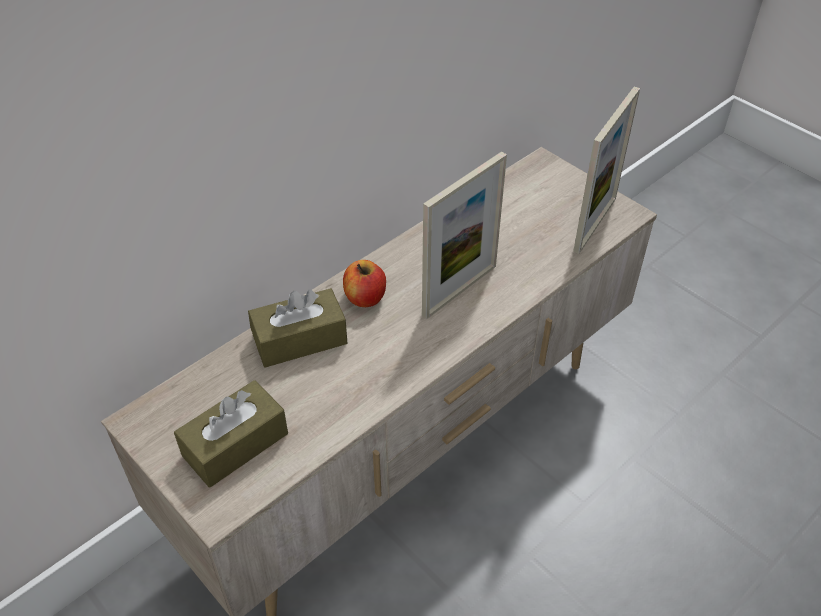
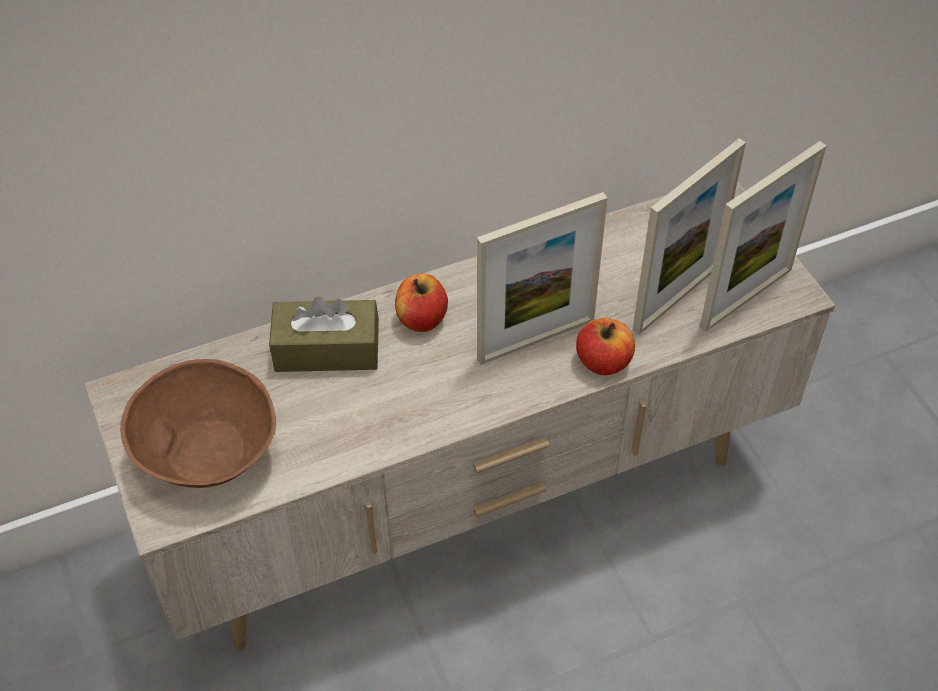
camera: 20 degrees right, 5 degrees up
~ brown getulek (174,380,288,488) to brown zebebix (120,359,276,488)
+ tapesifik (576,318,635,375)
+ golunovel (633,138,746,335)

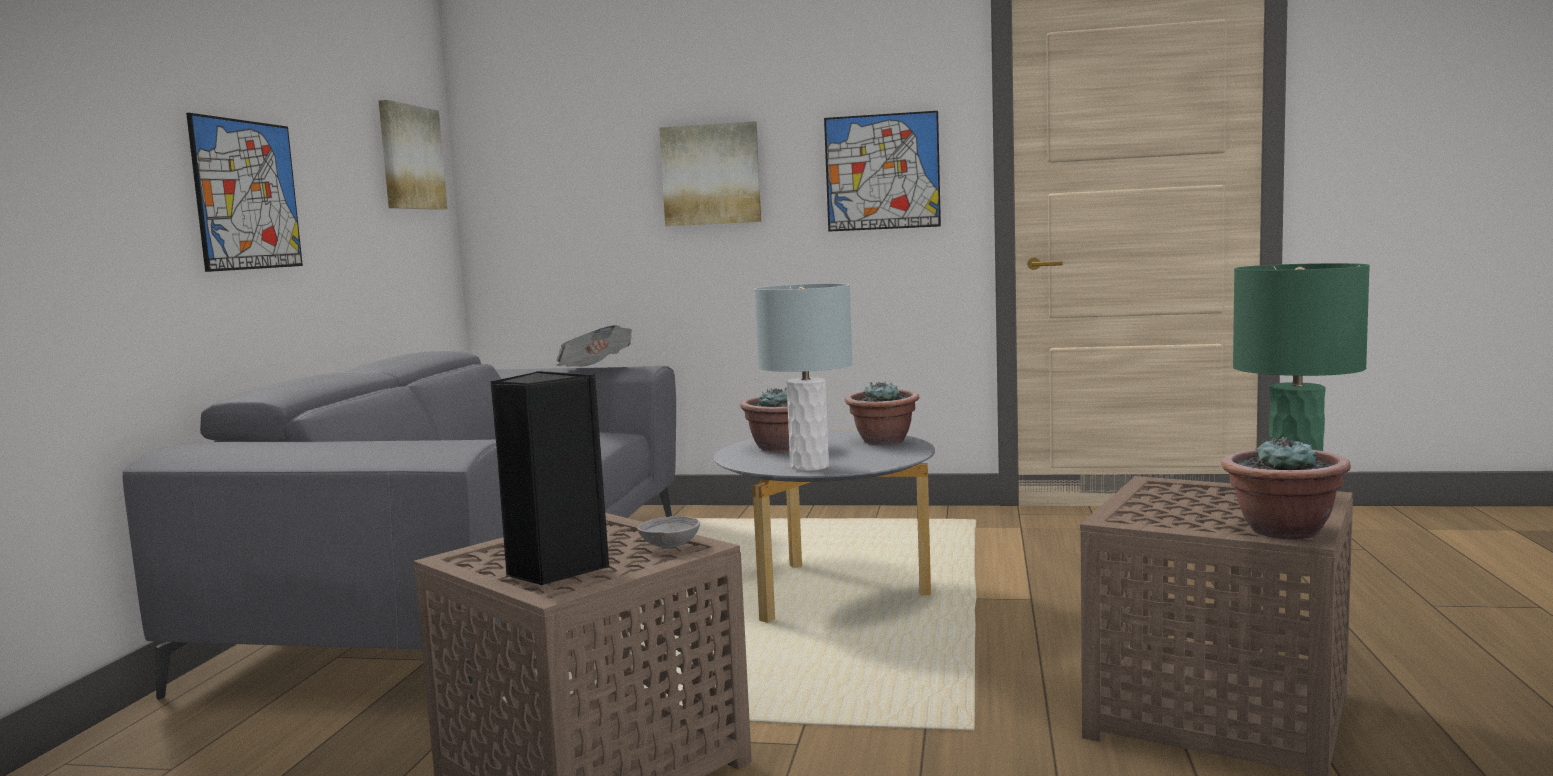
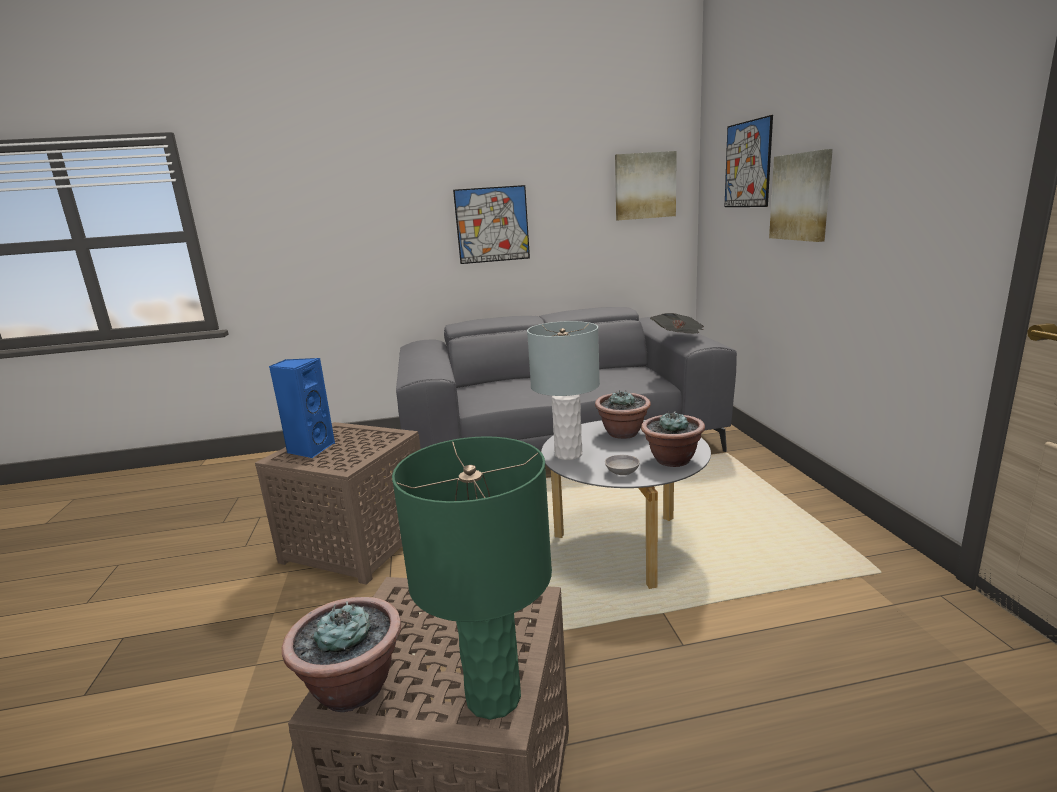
camera: 70 degrees right, 10 degrees up
~ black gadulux (491,371,609,585) to blue gadulux (269,358,335,458)
~ grey zebebix (637,516,700,548) to (605,455,640,475)
~ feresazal (824,111,941,232) to (725,115,773,207)

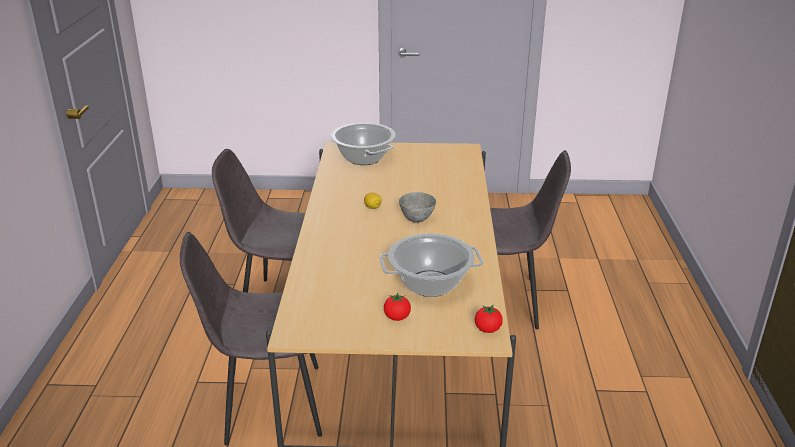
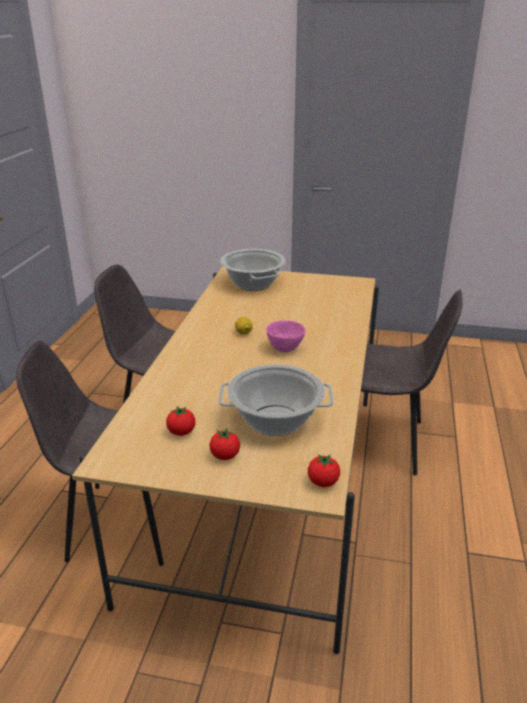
camera: 10 degrees right, 0 degrees up
~ grey zebebix (399,192,436,223) to pink zebebix (266,320,306,352)
+ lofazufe (166,406,196,436)

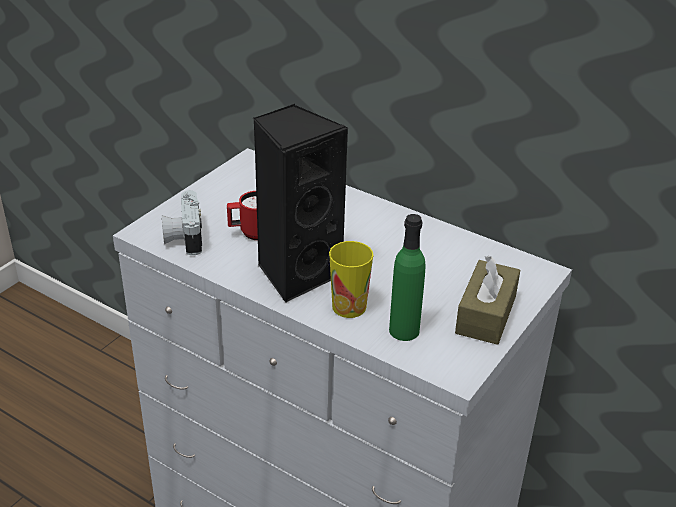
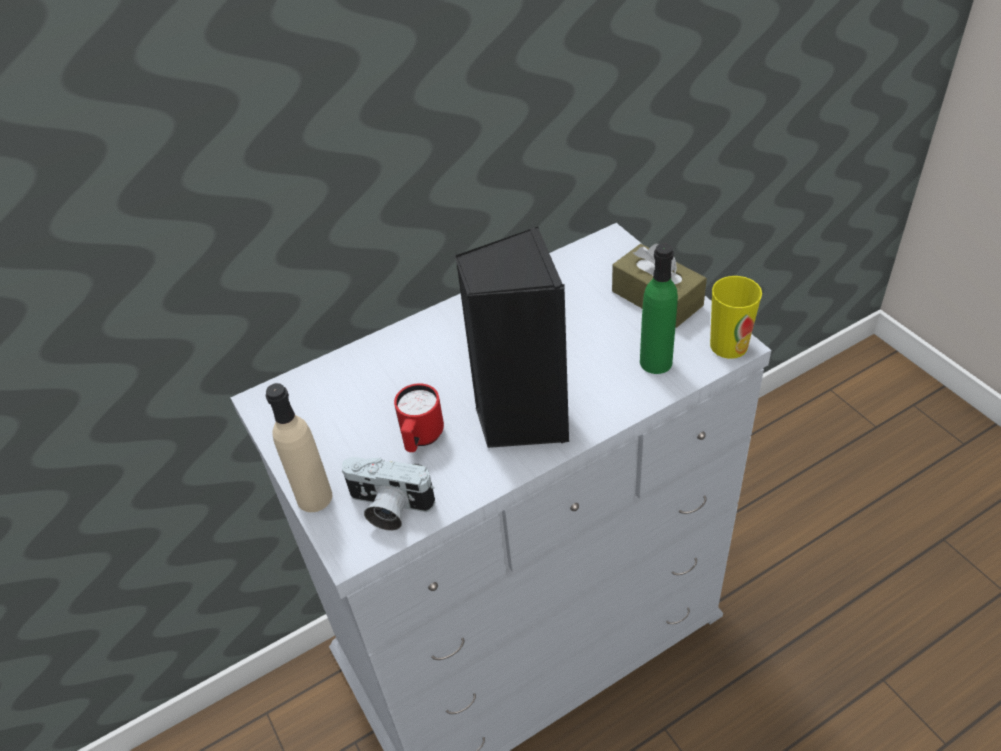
camera: 60 degrees left, 10 degrees up
~ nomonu (329,241,374,318) to (710,276,762,359)
+ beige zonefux (266,383,332,512)

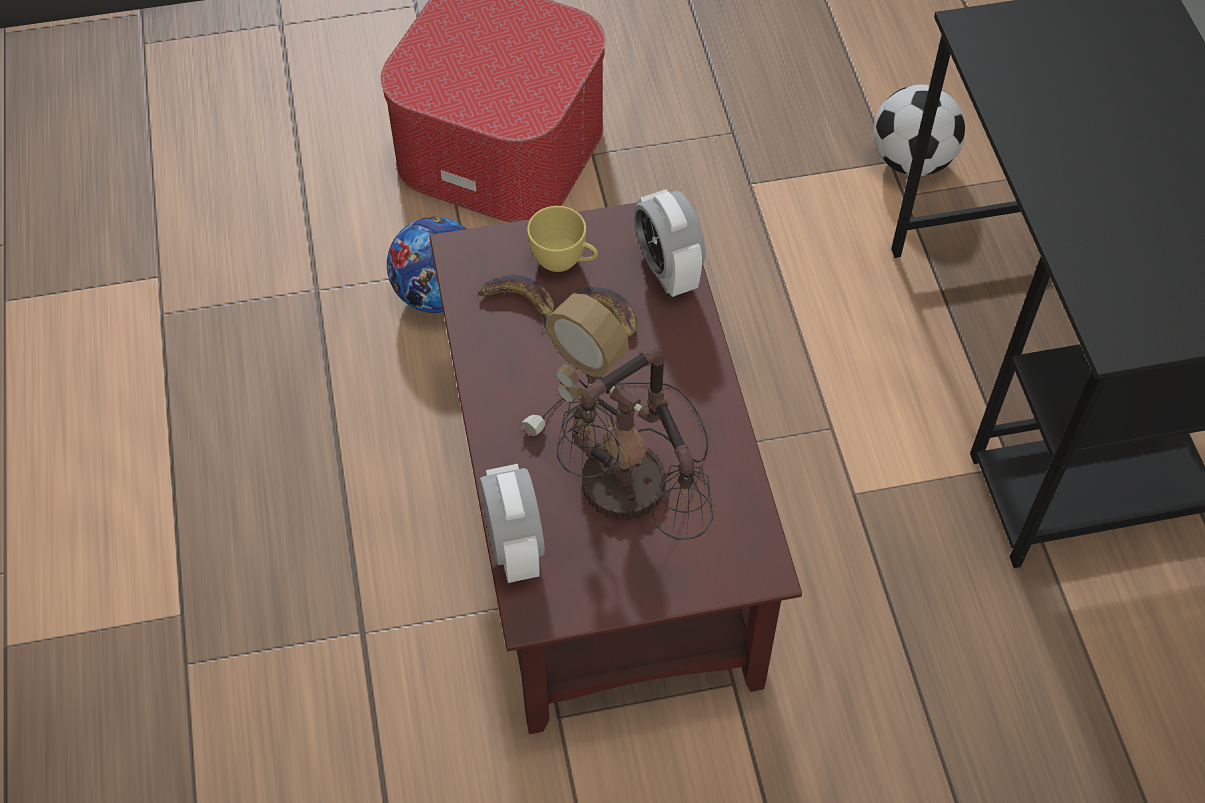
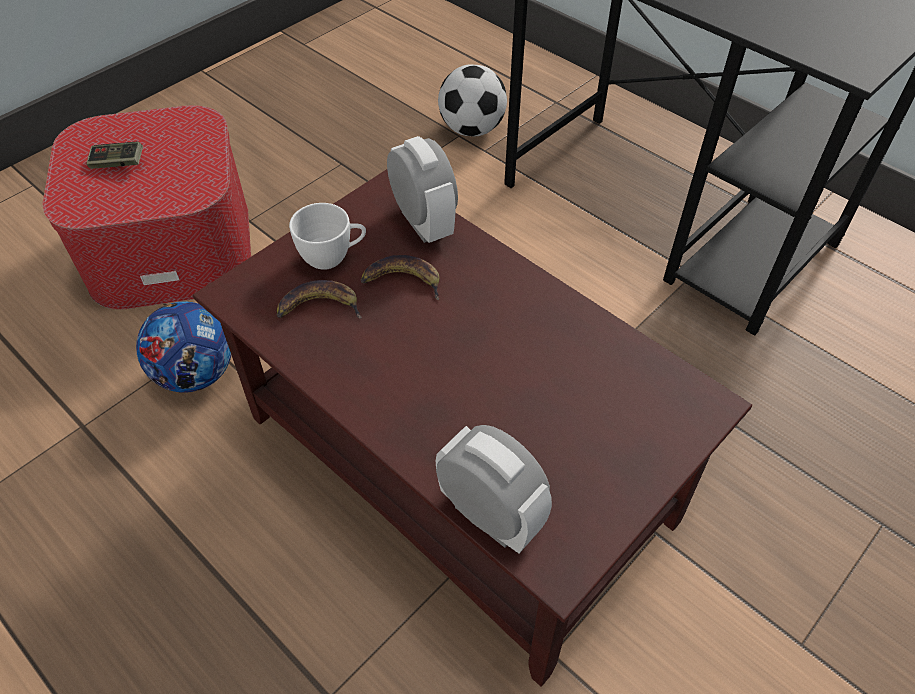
camera: 35 degrees left, 5 degrees down
- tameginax (520,293,713,540)
~ yellow nomonu (527,206,598,272) to white nomonu (289,203,366,270)
~ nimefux (634,189,705,297) = (387,136,458,243) 150 degrees counterclockwise
+ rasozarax (86,142,143,169)

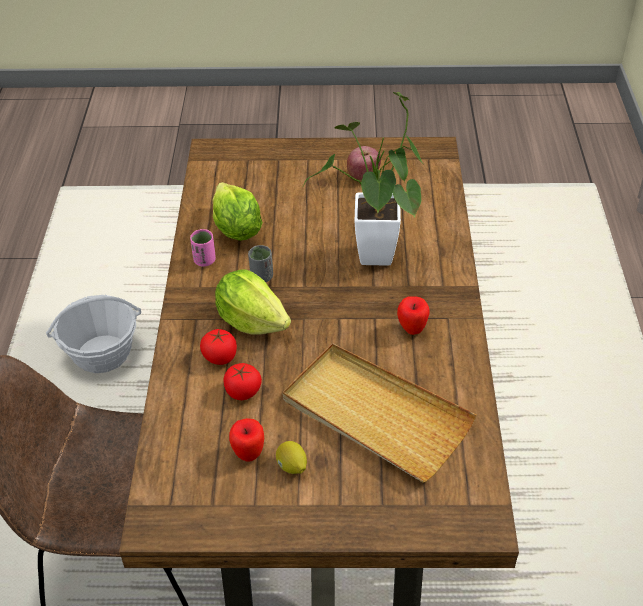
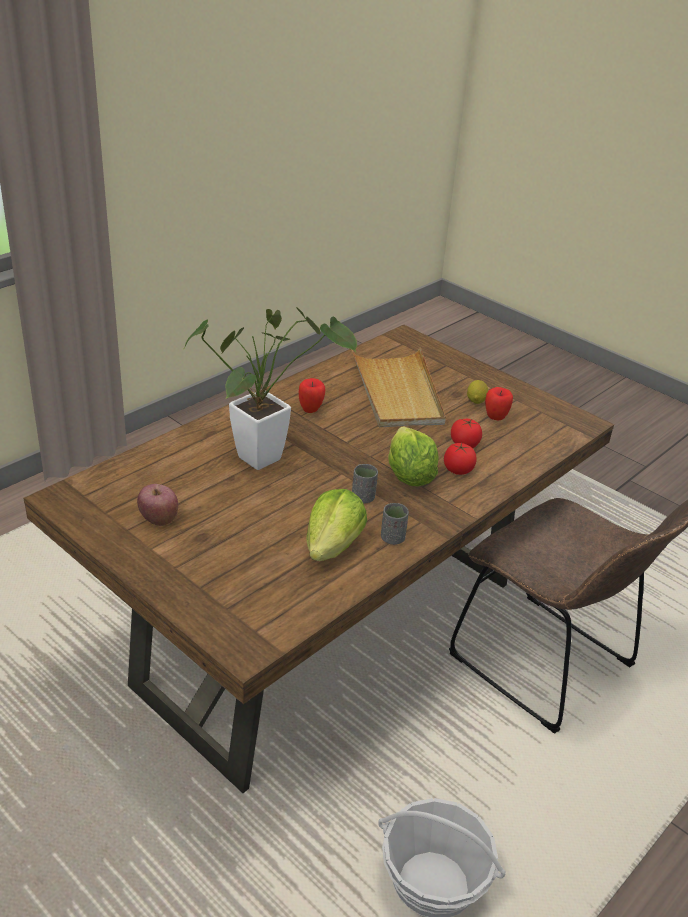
camera: 140 degrees left, 10 degrees down
~ pink nomonu (190,229,216,266) to grey nomonu (381,503,409,545)

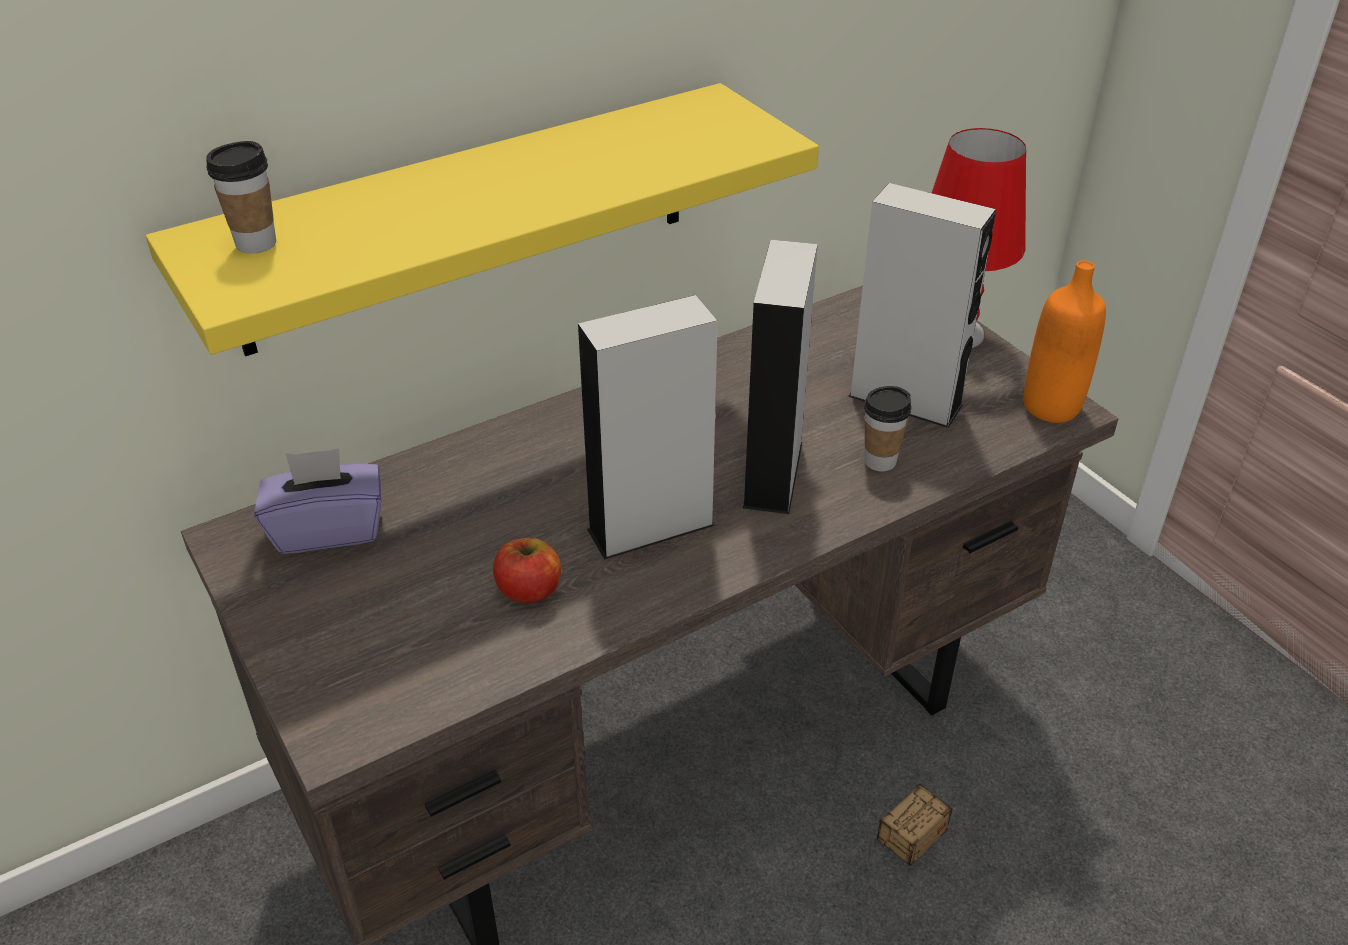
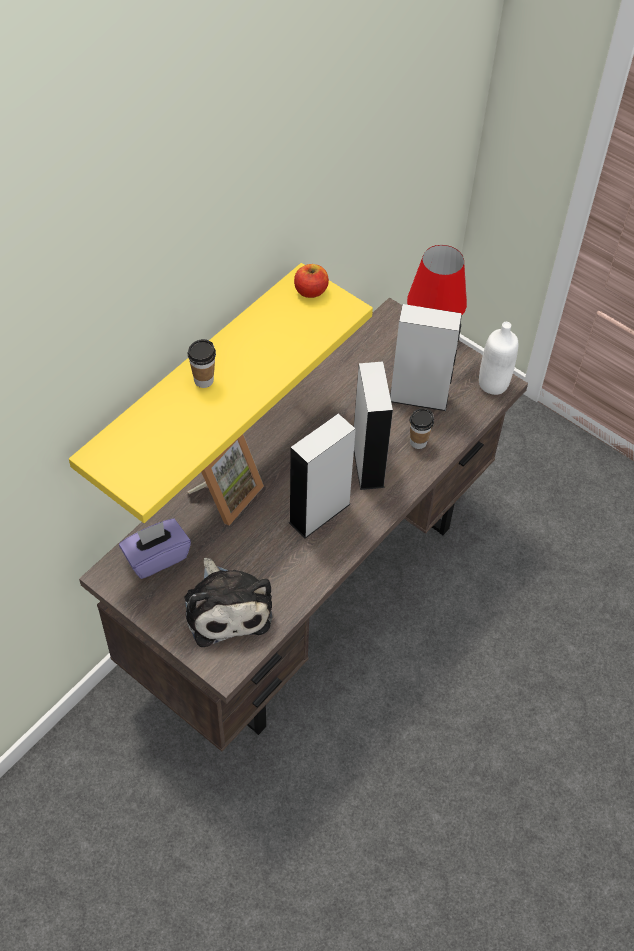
camera: 20 degrees left, 15 degrees up
~ nomonu (206,141,276,254) to (188,339,216,388)
~ tapesifik (493,538,561,603) to (294,264,329,298)
- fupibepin (864,784,952,866)
~ orange zonefux (1024,260,1106,423) to white zonefux (479,322,518,395)
+ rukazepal (184,558,272,647)
+ golunovel (187,434,264,526)

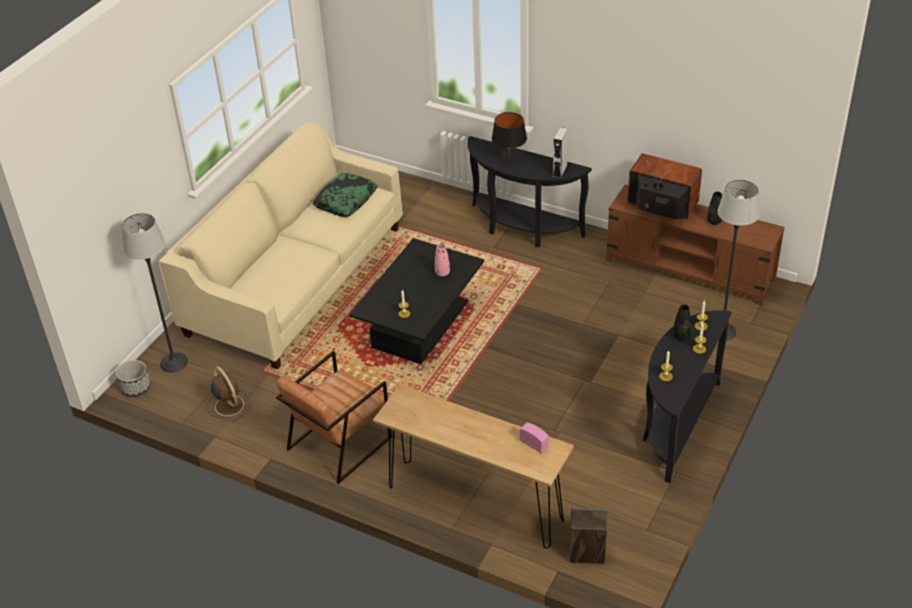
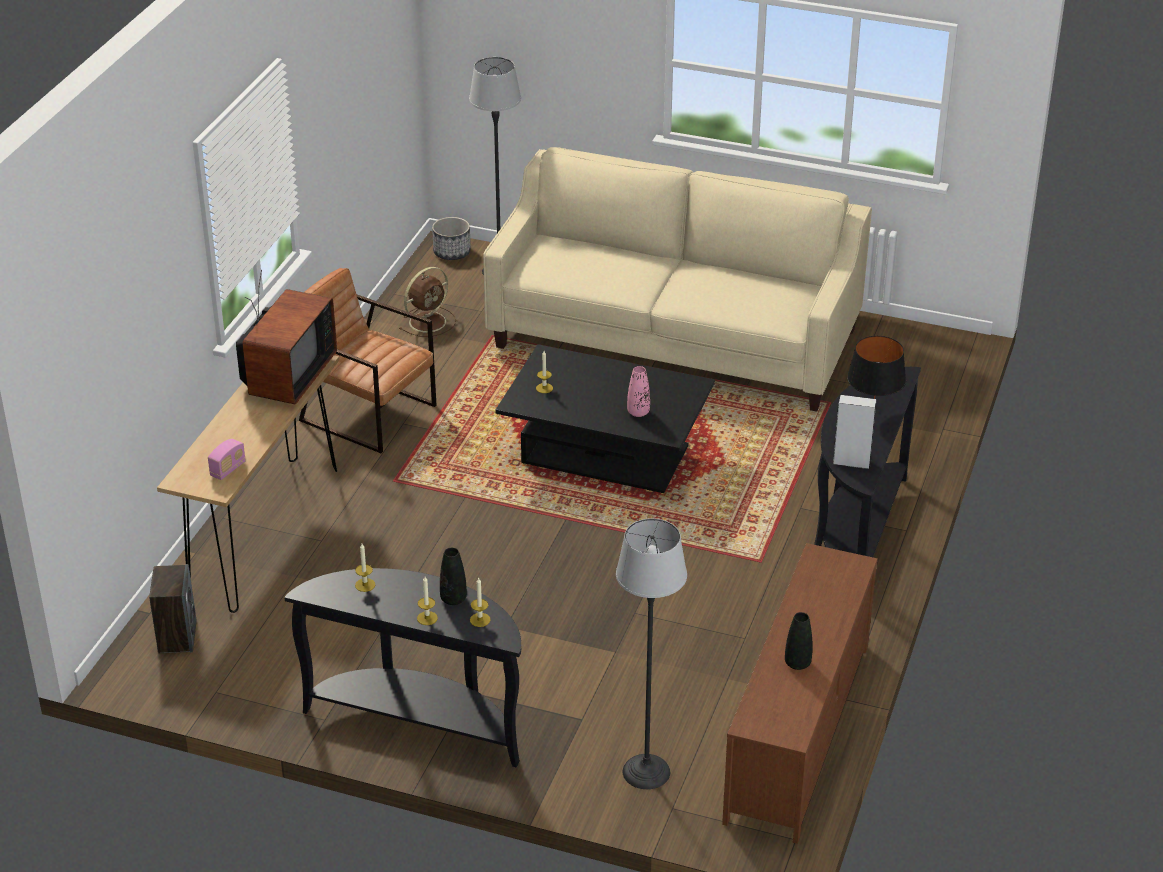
camera: 80 degrees right, 5 degrees down
- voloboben (312,173,378,217)
~ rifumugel (627,153,702,219) to (236,270,337,404)

